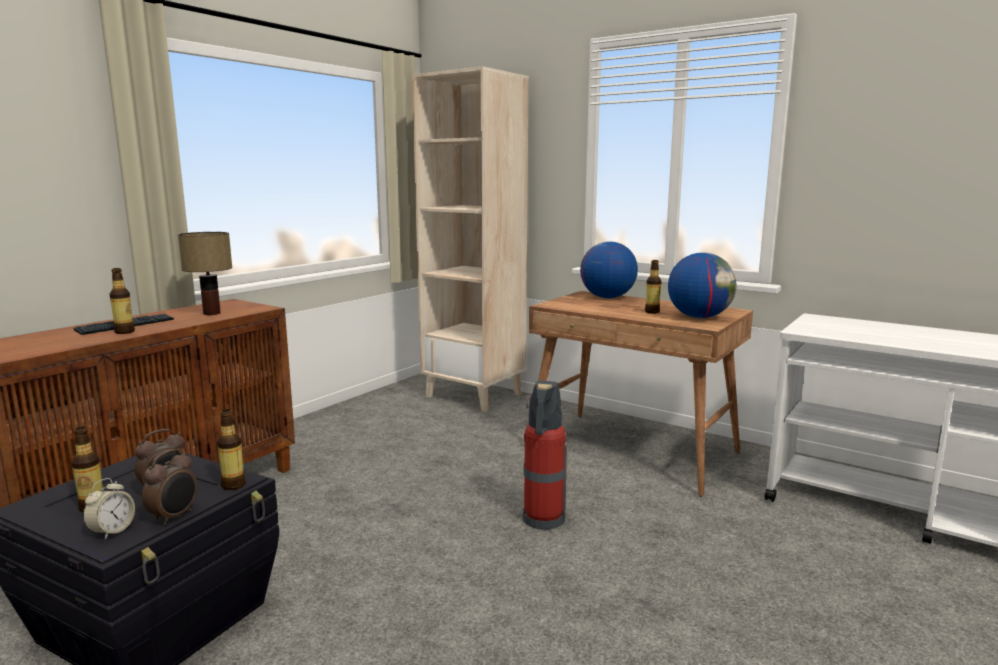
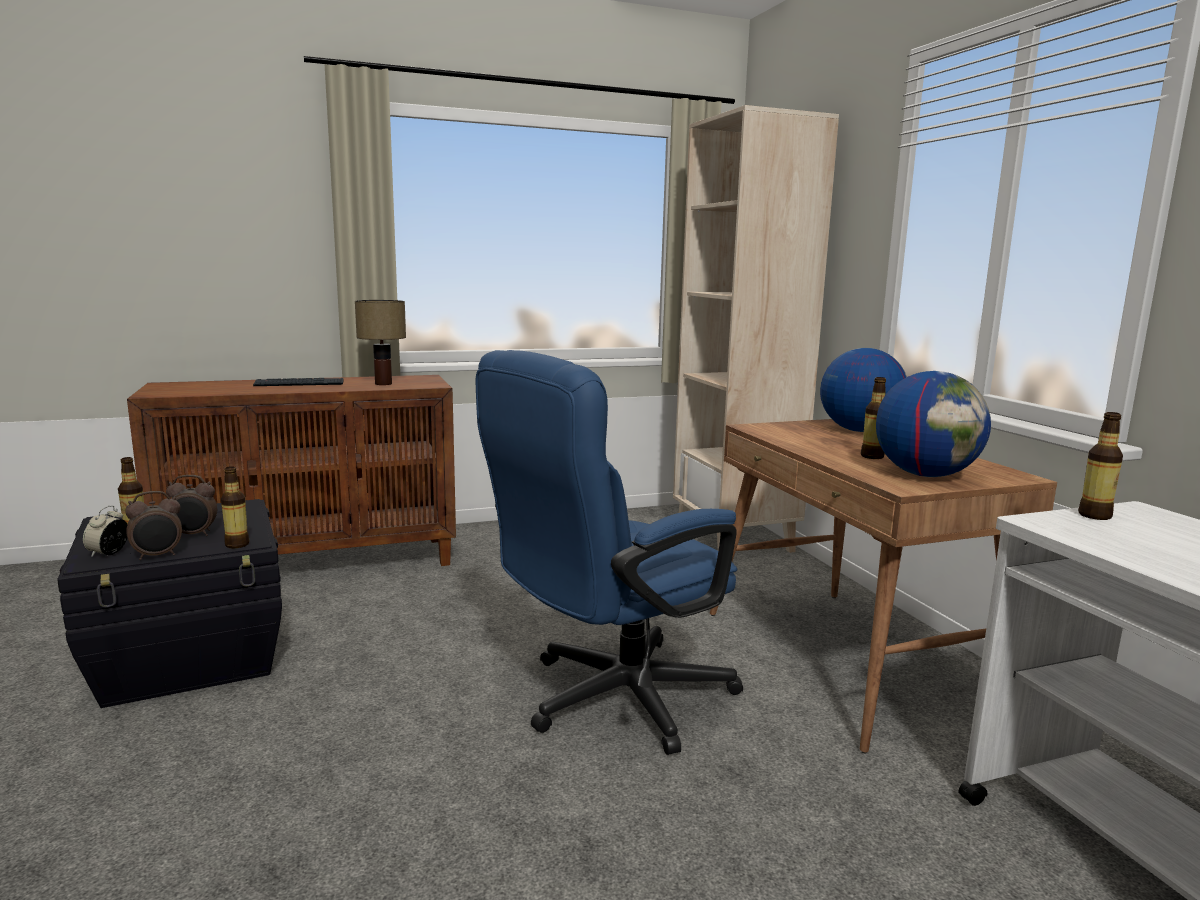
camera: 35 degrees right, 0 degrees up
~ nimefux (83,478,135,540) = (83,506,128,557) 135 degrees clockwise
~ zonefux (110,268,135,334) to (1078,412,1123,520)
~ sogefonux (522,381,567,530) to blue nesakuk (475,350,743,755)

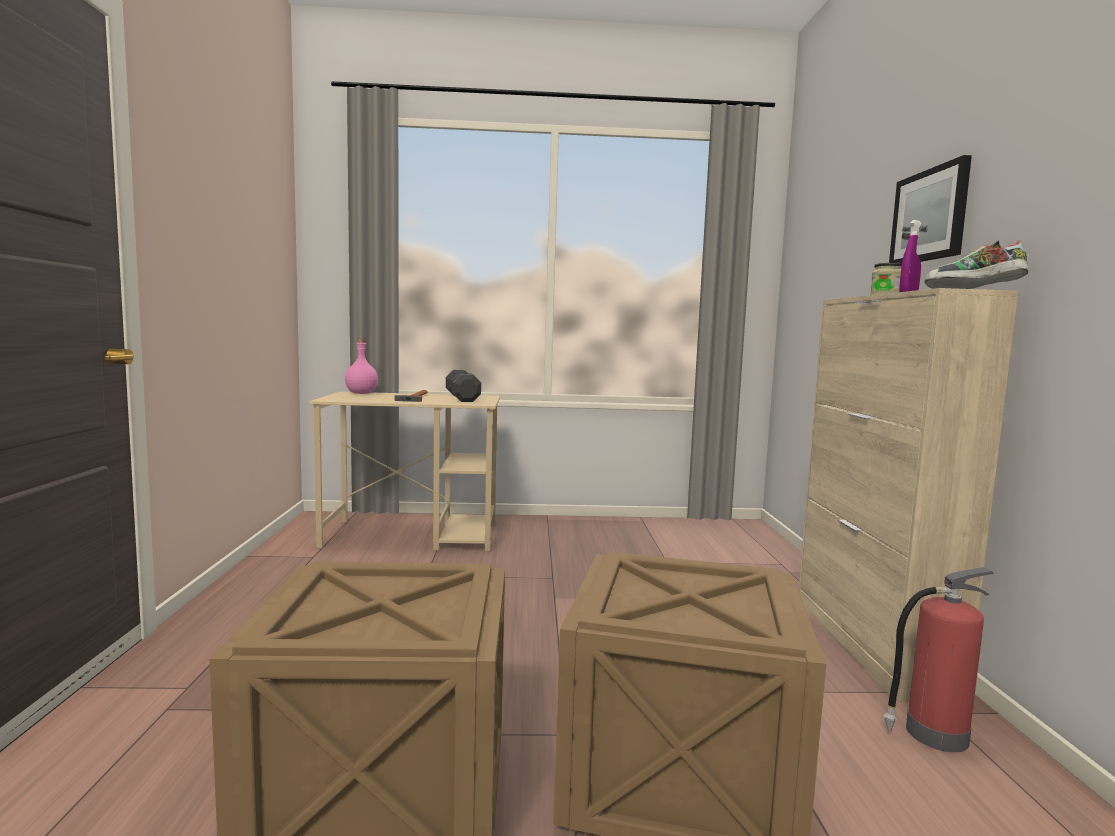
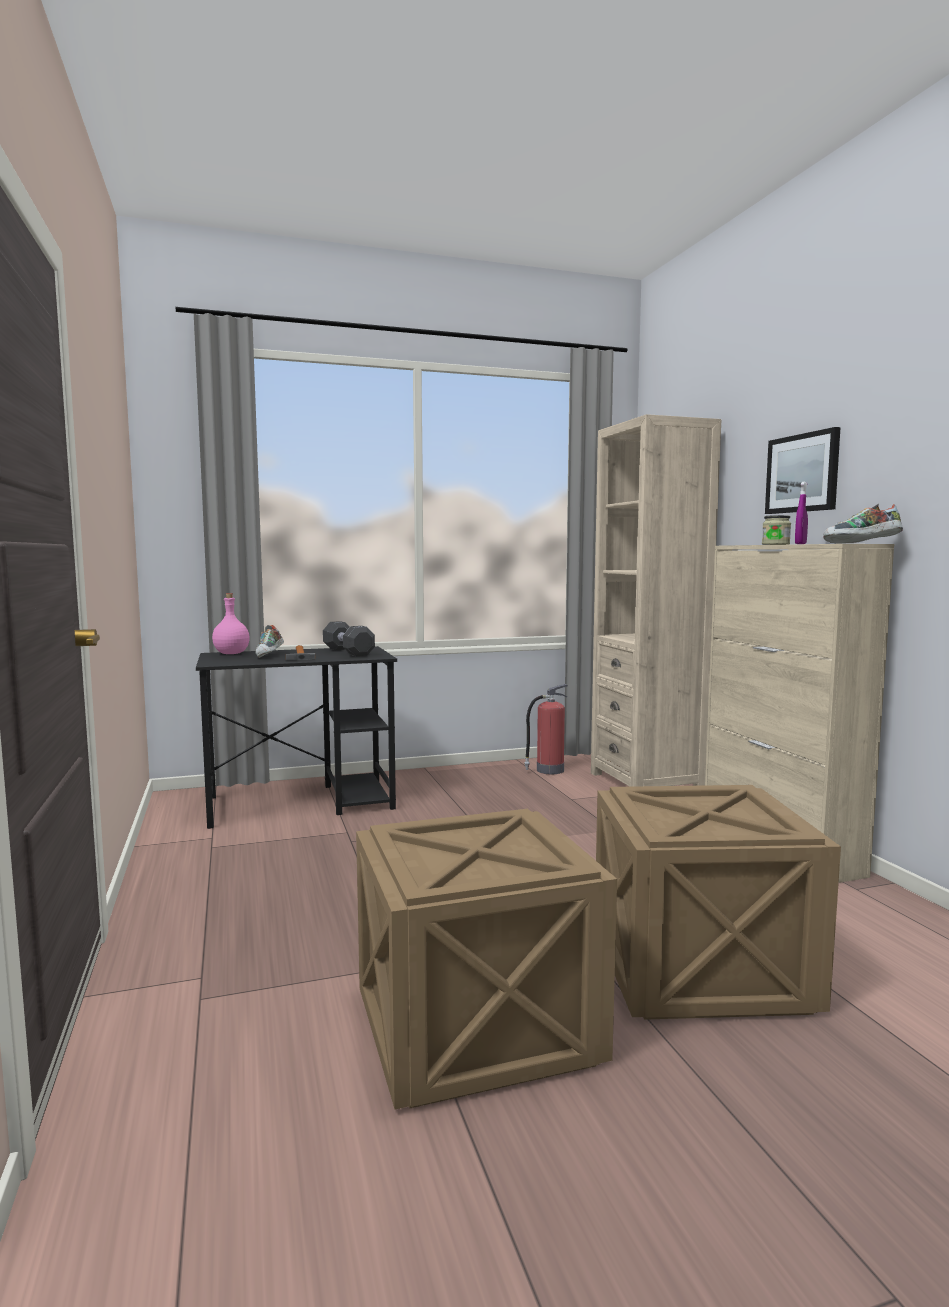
camera: 15 degrees left, 0 degrees up
~ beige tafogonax (309,392,500,551) to black tafogonax (196,646,397,829)
~ sogefonux (884,567,994,752) to (524,684,568,774)
+ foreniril (256,625,284,658)
+ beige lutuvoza (591,414,721,787)

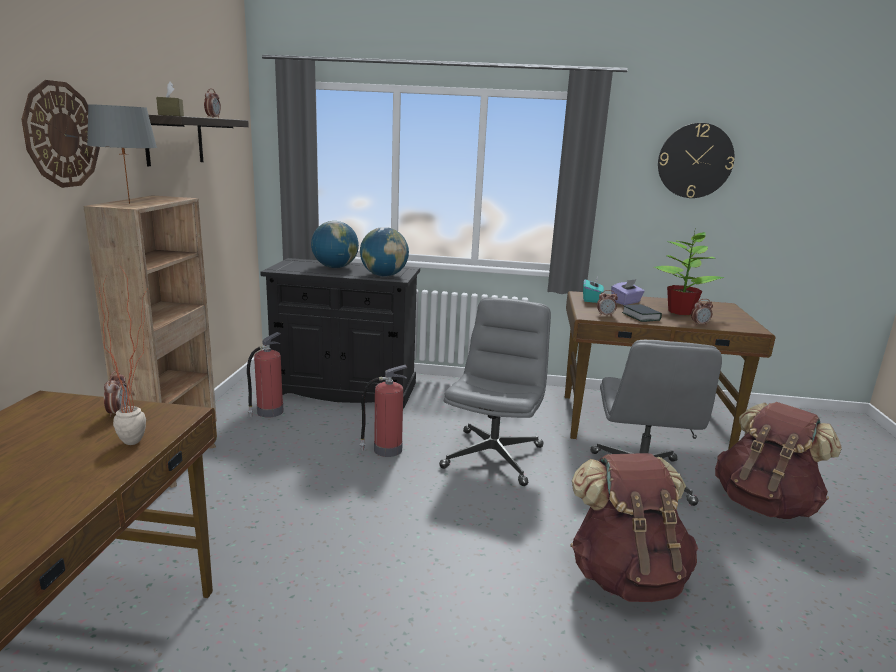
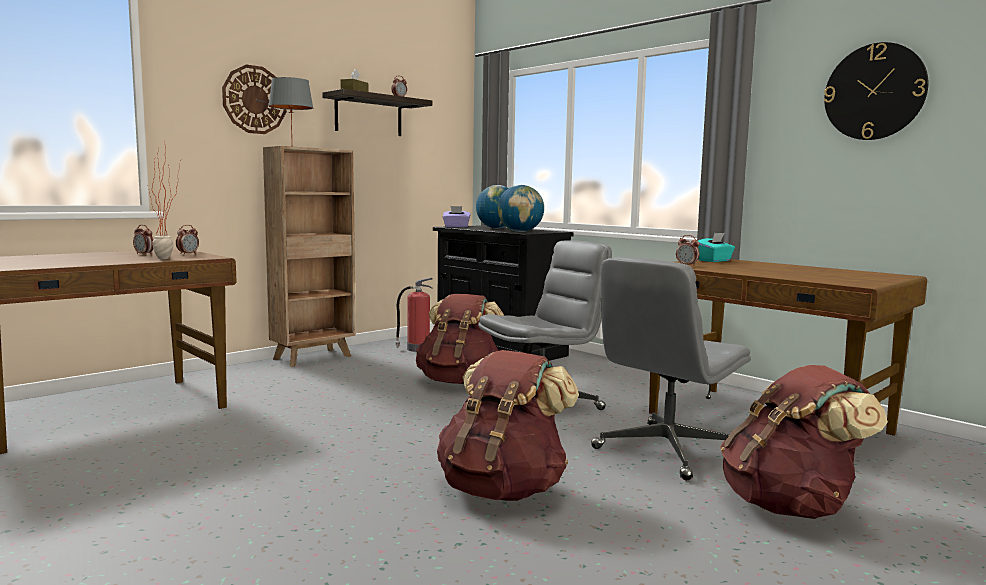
camera: 40 degrees right, 10 degrees down
~ sogefonux (359,365,408,457) to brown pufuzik (416,294,504,384)
~ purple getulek (611,279,645,305) to (443,206,471,228)
- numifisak (622,304,662,322)
- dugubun (654,232,724,315)
~ nimefux (691,299,713,325) to (133,225,154,255)

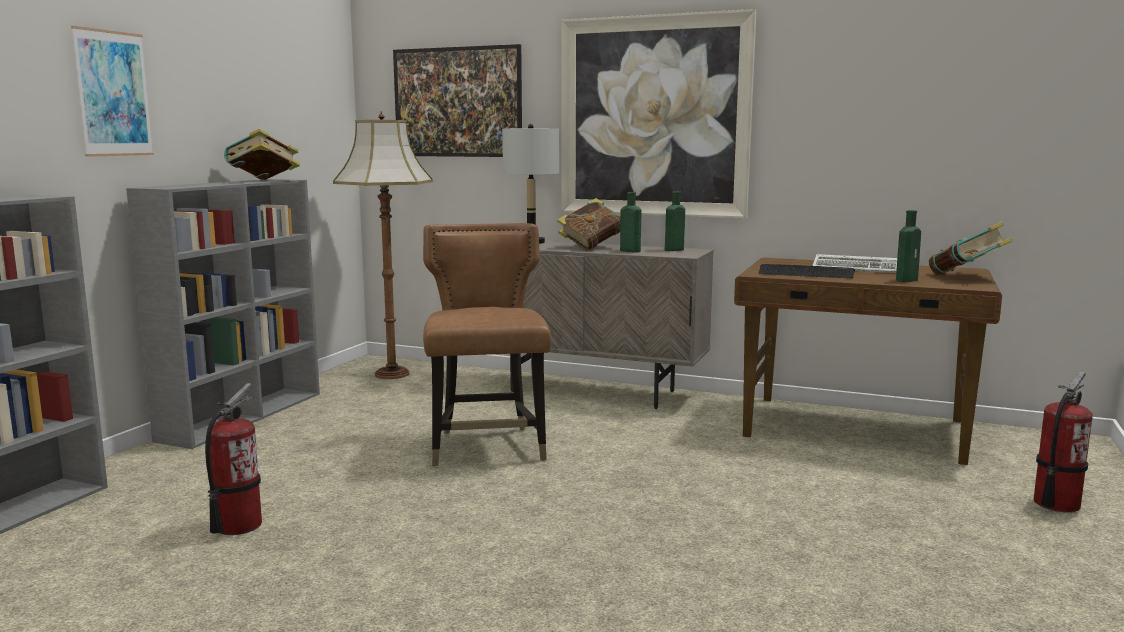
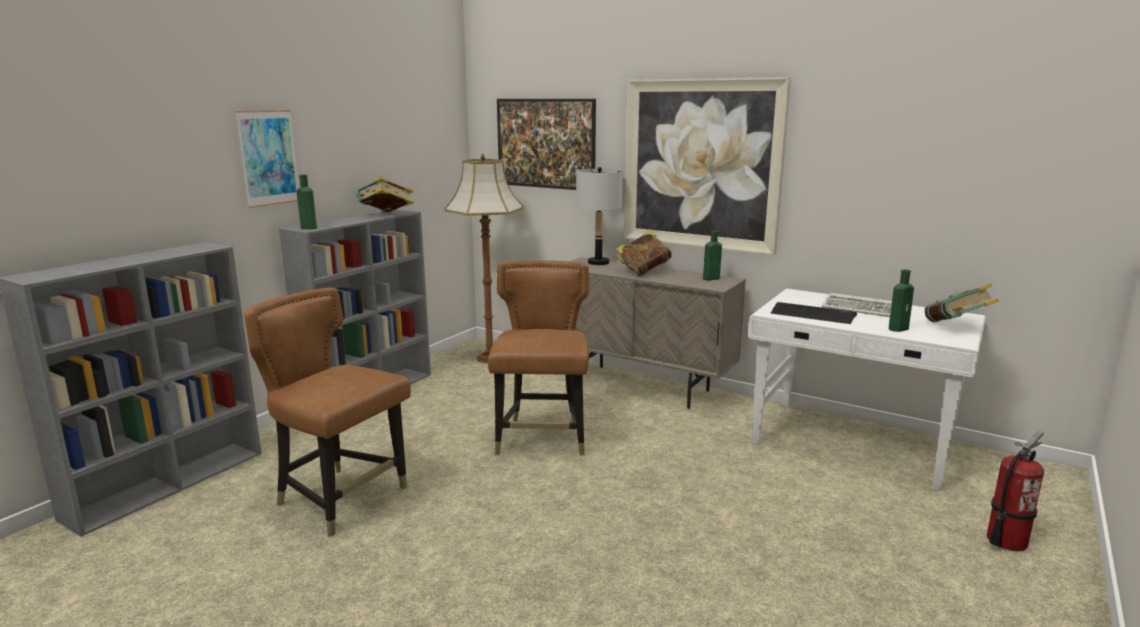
camera: 10 degrees right, 5 degrees up
~ sogefonux (205,383,262,535) to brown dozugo (244,288,411,537)
~ green zonefux (620,192,641,252) to (297,175,317,230)
~ brown tafogonax (734,258,1002,465) to white tafogonax (748,289,986,491)

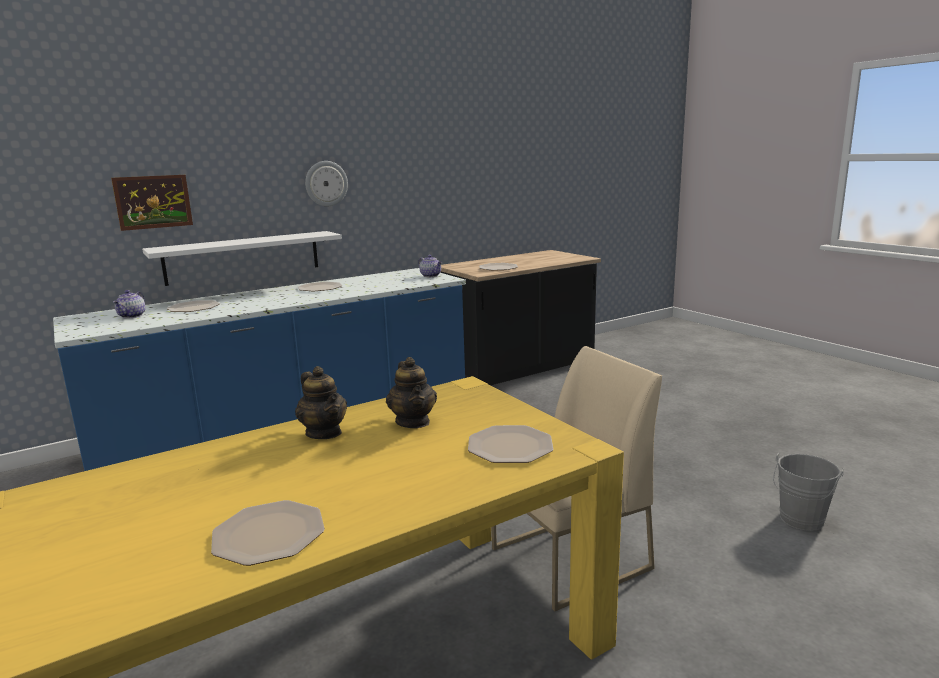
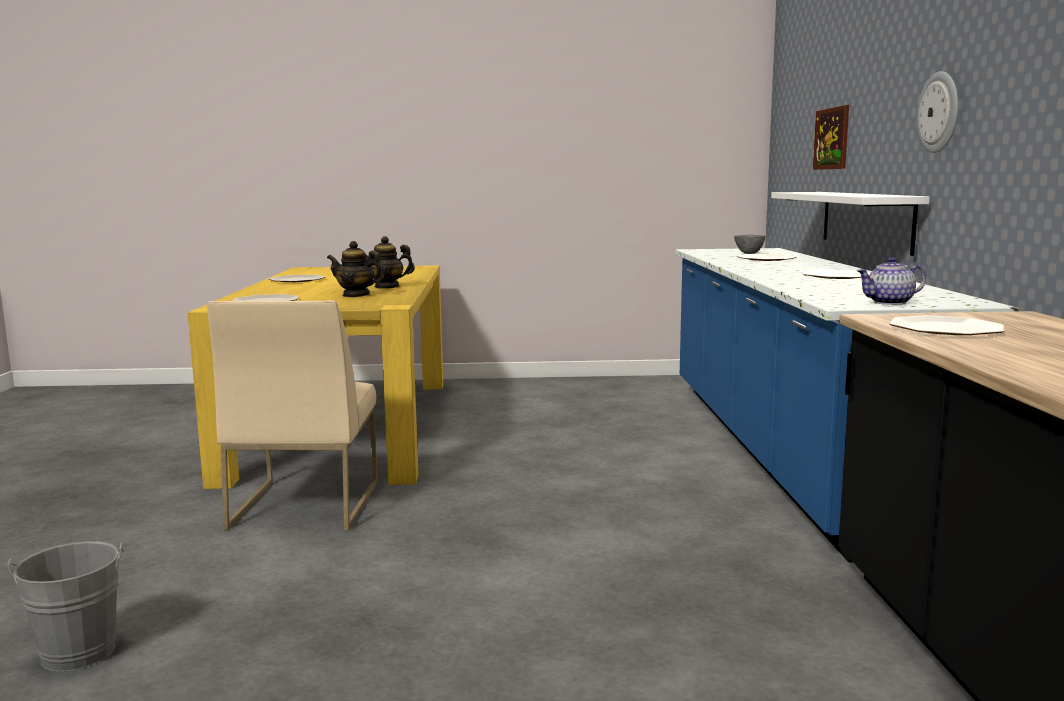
camera: 120 degrees right, 5 degrees down
~ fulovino (113,290,146,319) to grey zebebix (734,235,766,254)

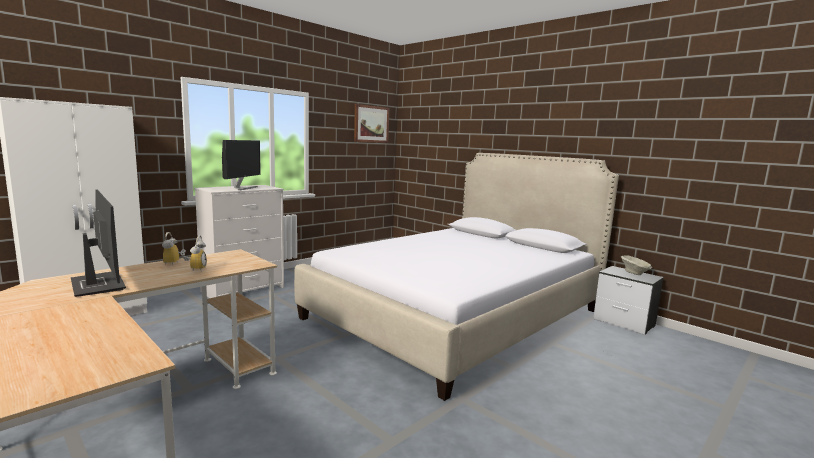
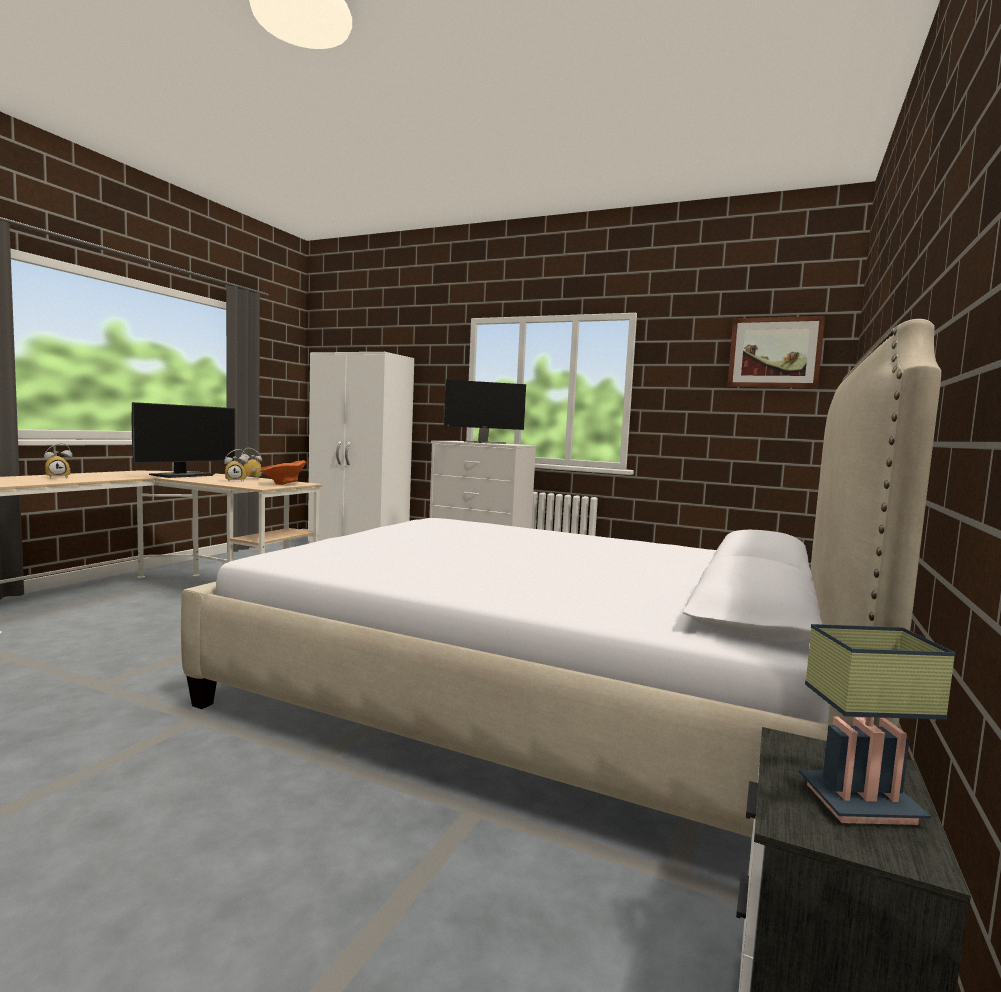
camera: 70 degrees right, 5 degrees down
~ beige zebebix (621,256,652,275) to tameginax (799,624,956,825)
+ nimefux (44,443,73,479)
+ orange zebebix (260,460,307,485)

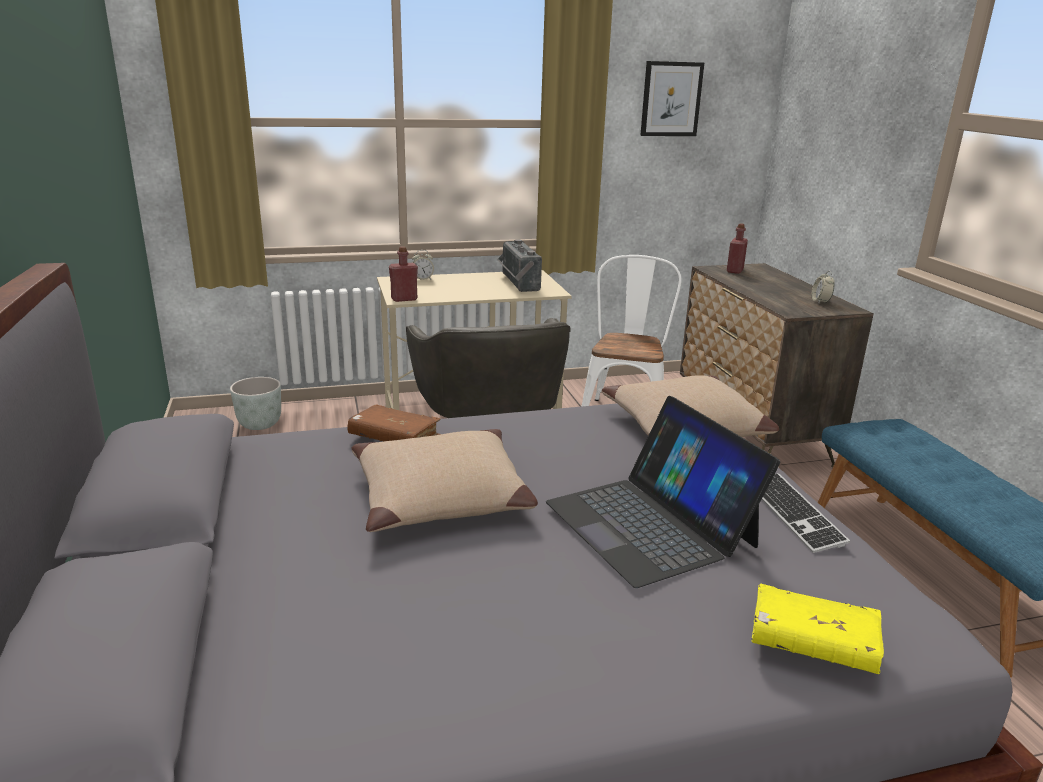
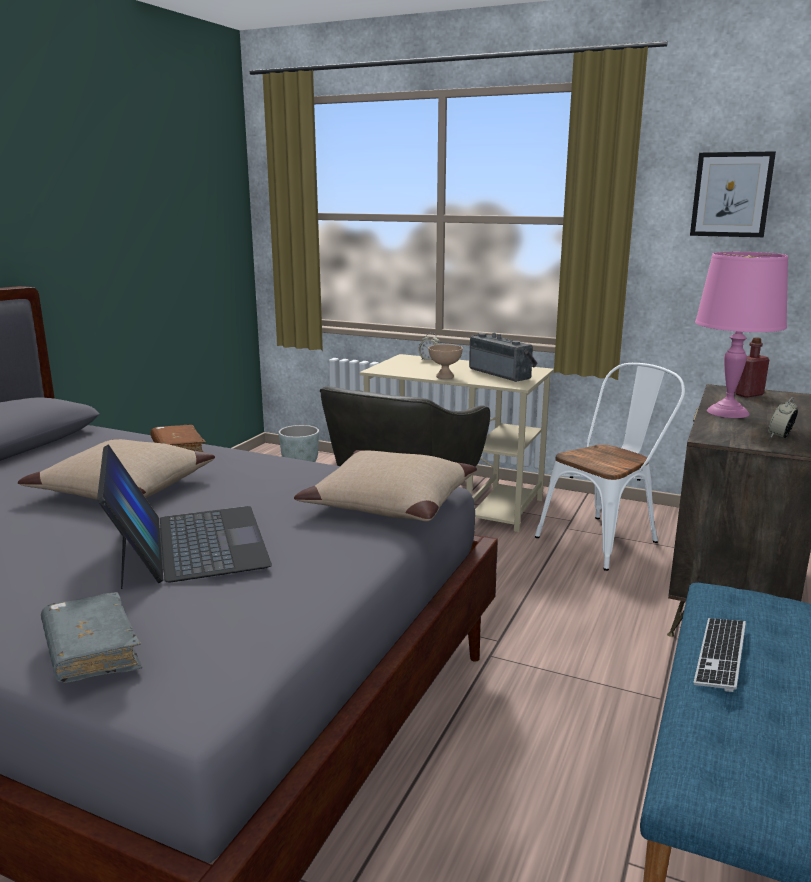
camera: 40 degrees right, 5 degrees down
- red zonefux (389,246,418,302)
~ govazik (497,239,542,292) = (469,333,538,382) 120 degrees clockwise
~ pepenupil (546,396,780,588) = (97,445,272,589) 150 degrees clockwise
~ yellow numifisak (751,584,884,674) to grey numifisak (41,592,142,683)
~ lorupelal (762,473,850,553) to (694,618,746,692)
+ beige zebebix (428,344,463,379)
+ pink tameginax (695,252,788,418)

